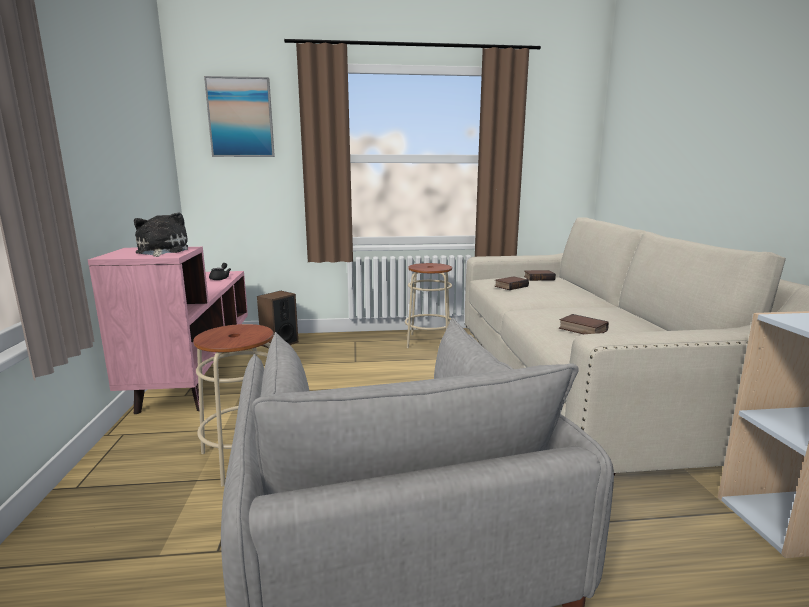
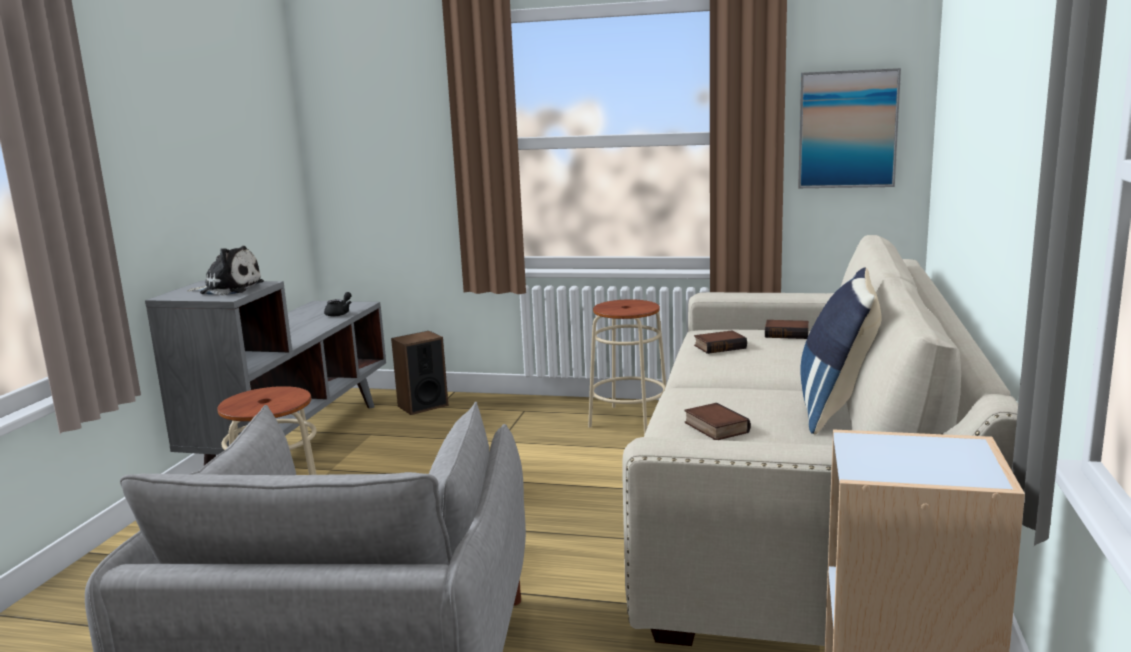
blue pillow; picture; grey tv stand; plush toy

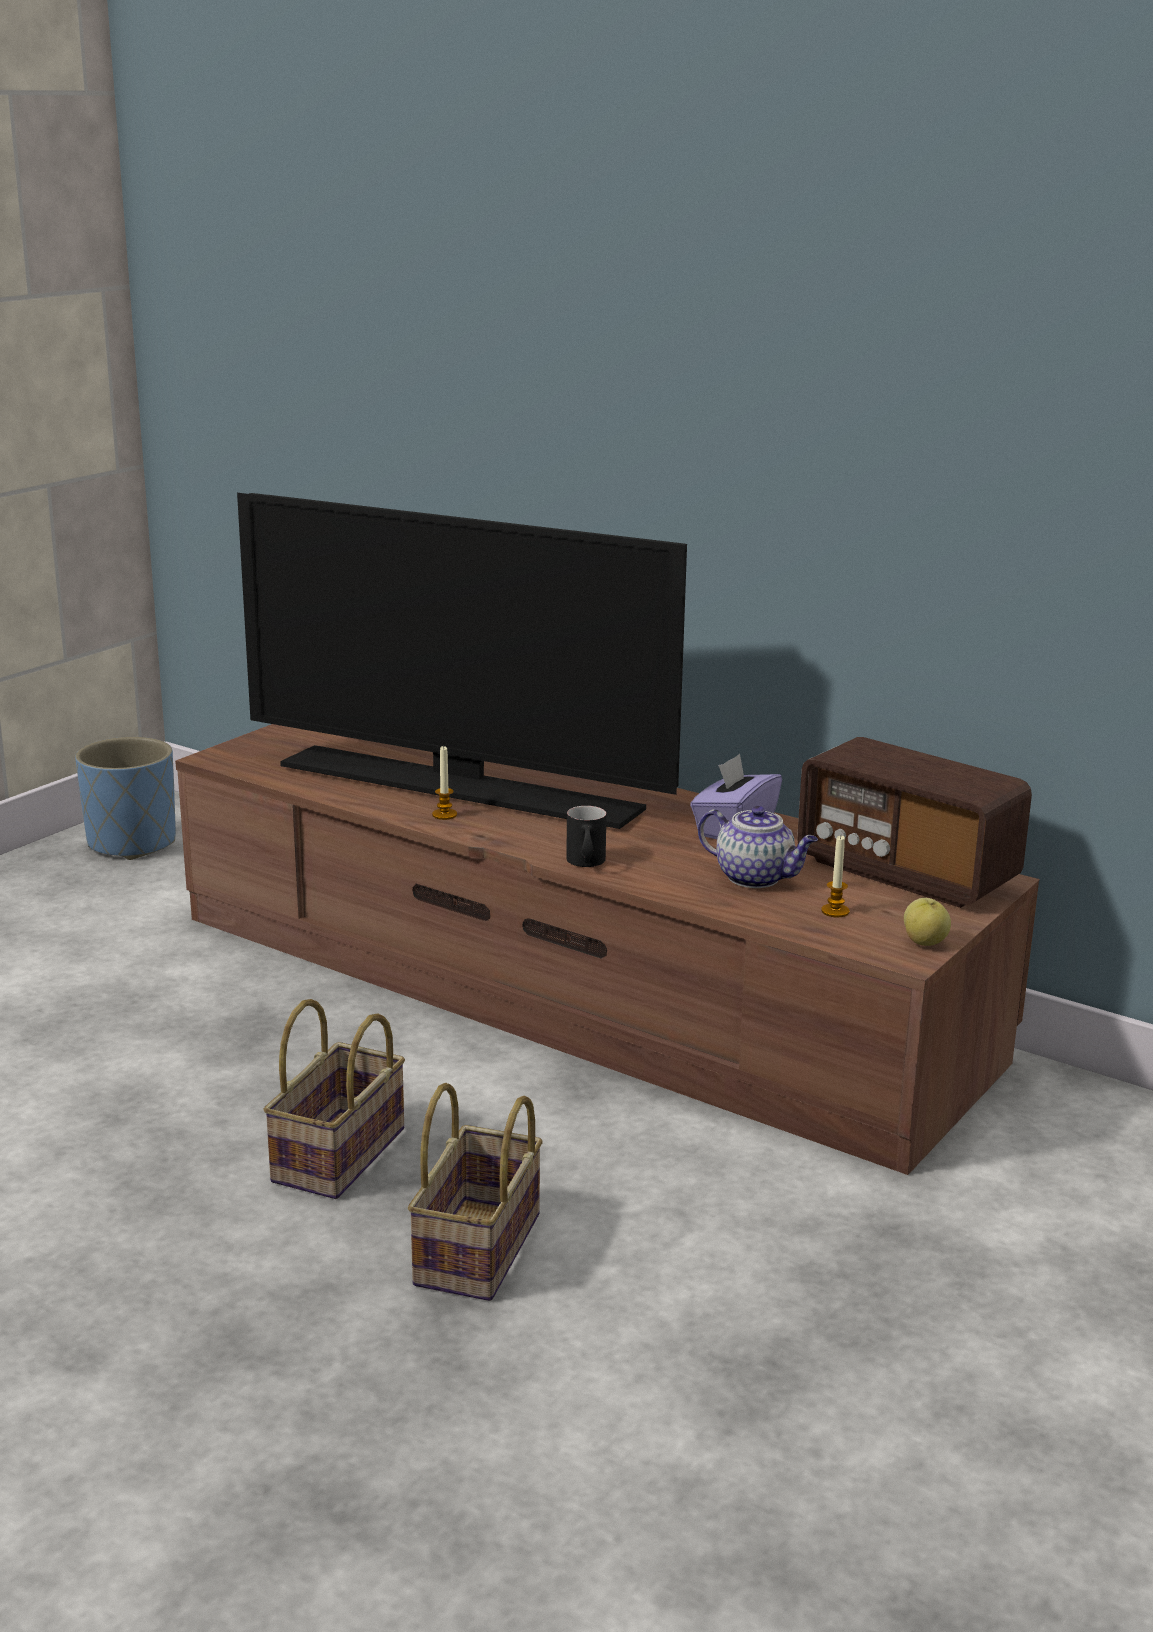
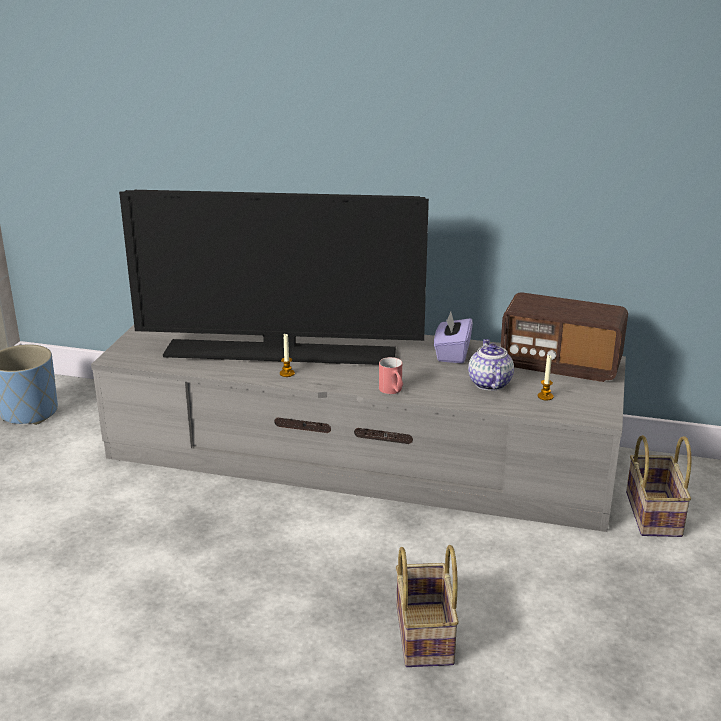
apple; basket (no. 2 from left); grey tv stand; red mug; teapot

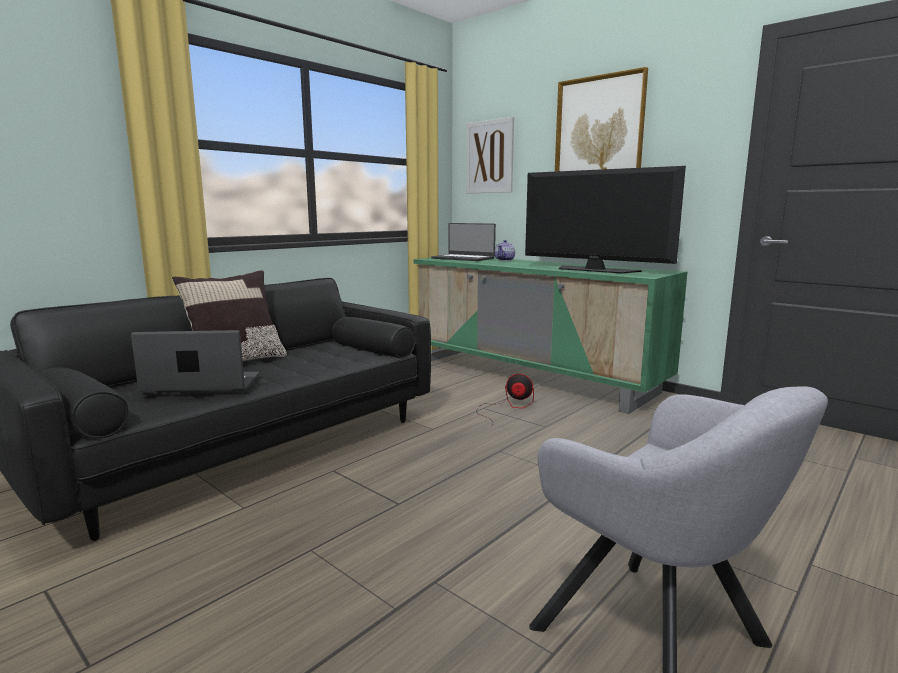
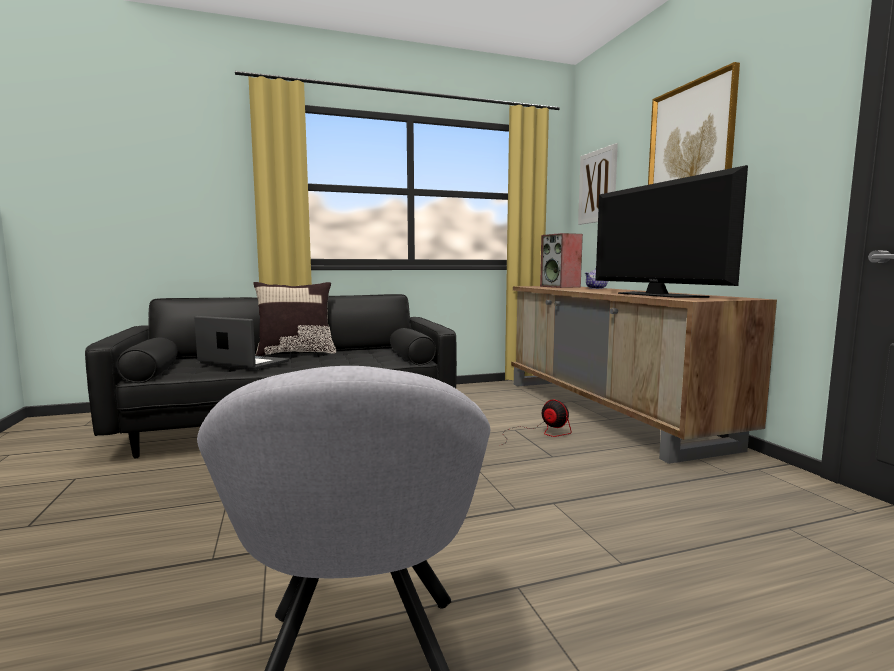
speaker; brown tv stand

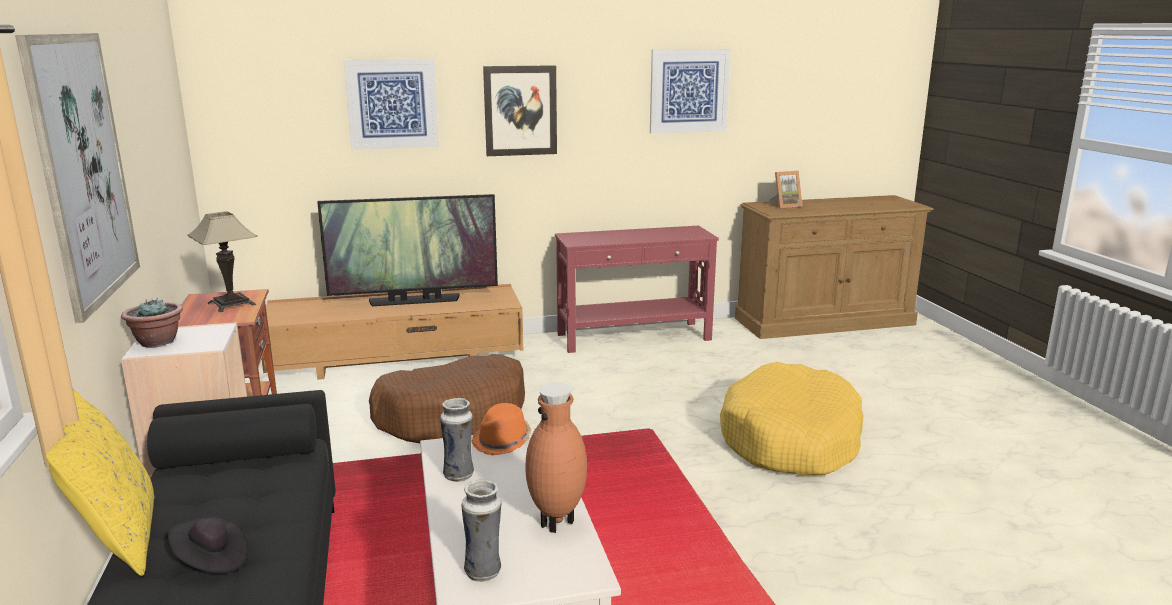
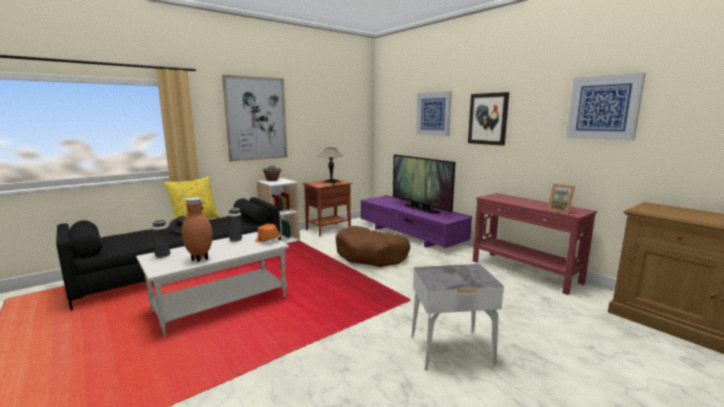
picture frame; side table; purple tv stand

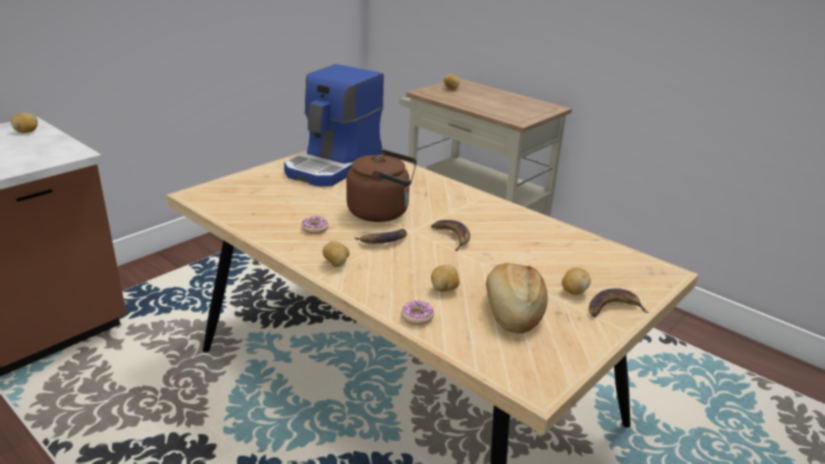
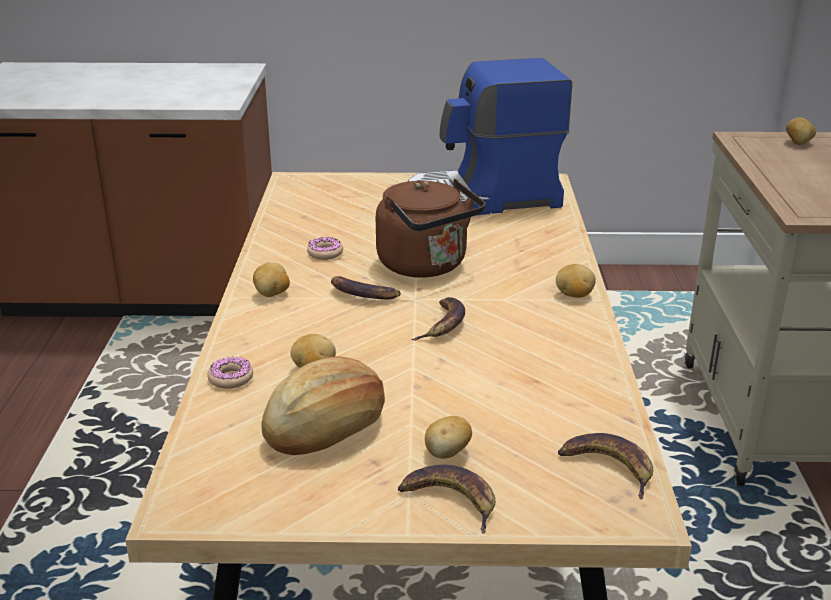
banana (no. 4 from left); potato (no. 4 from left)

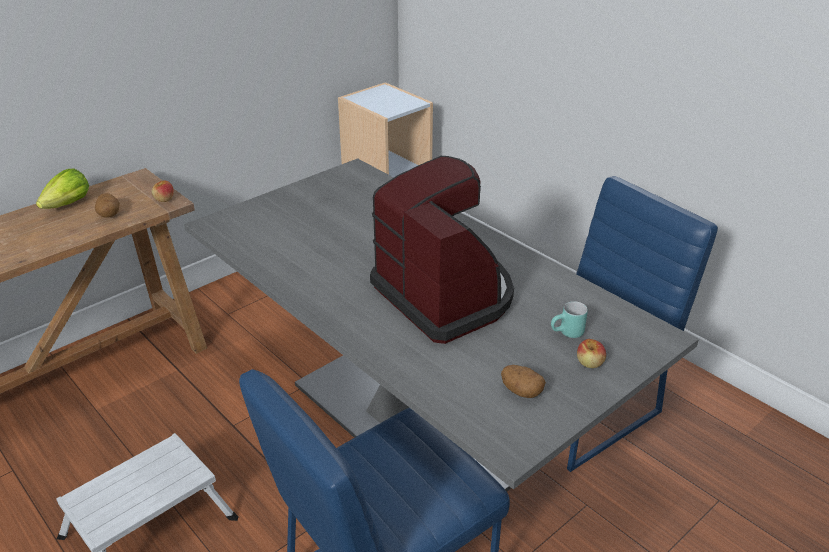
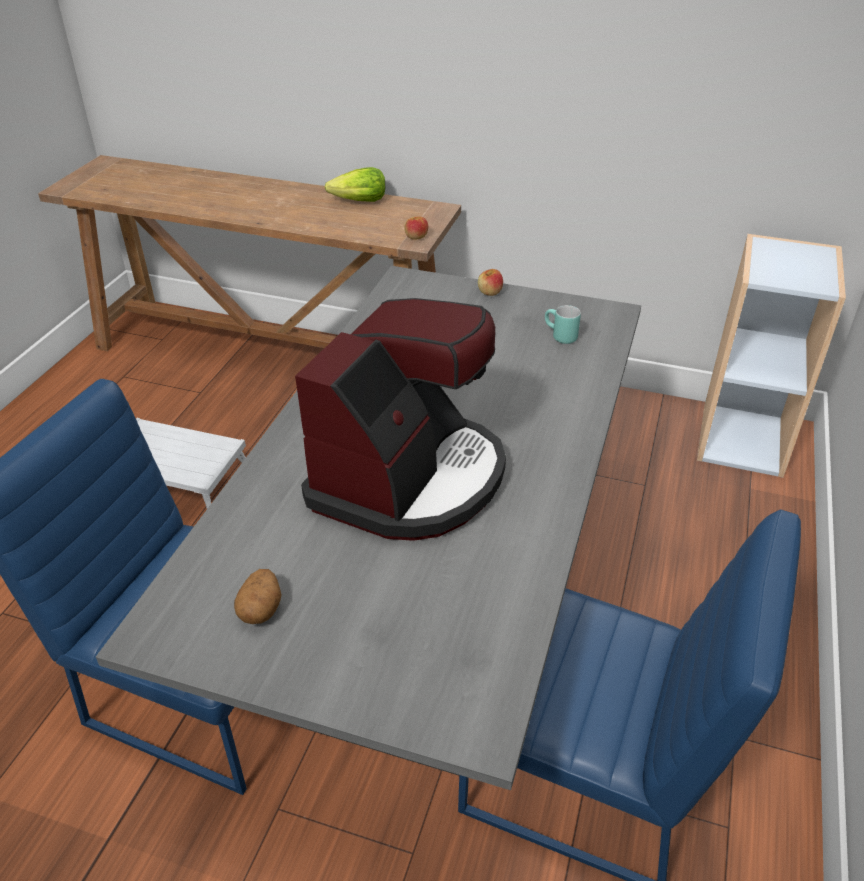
potato (no. 1 from left in the first image); turquoise mug; apple (no. 2 from left)

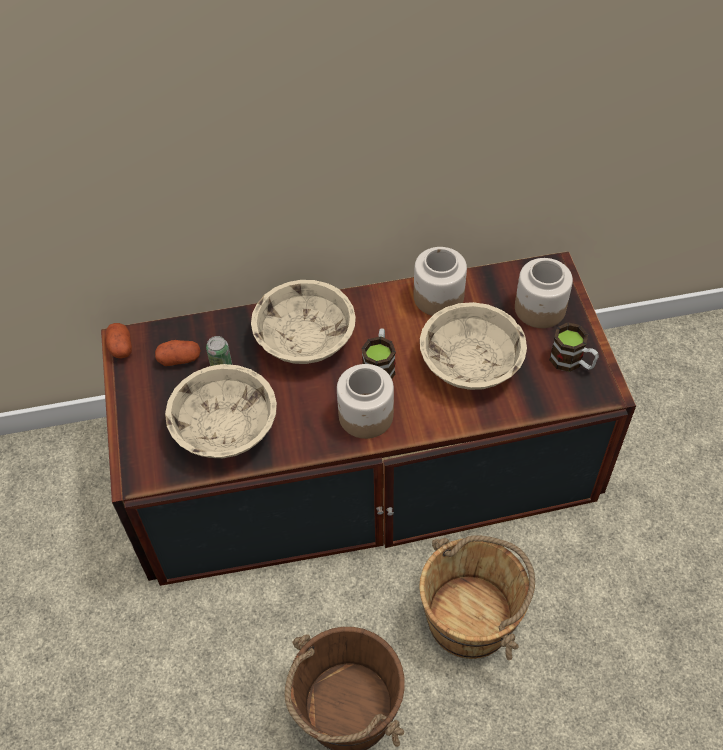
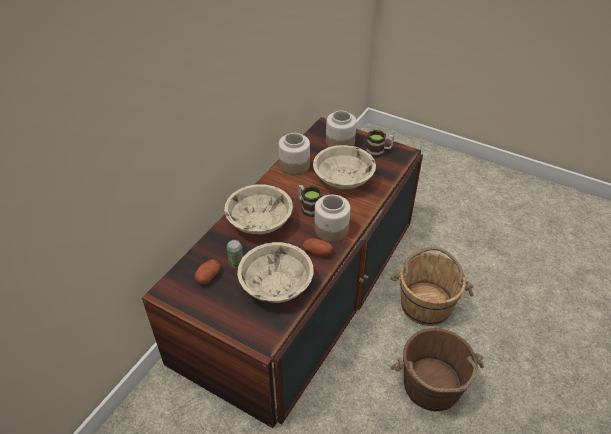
potato (no. 2 from left)

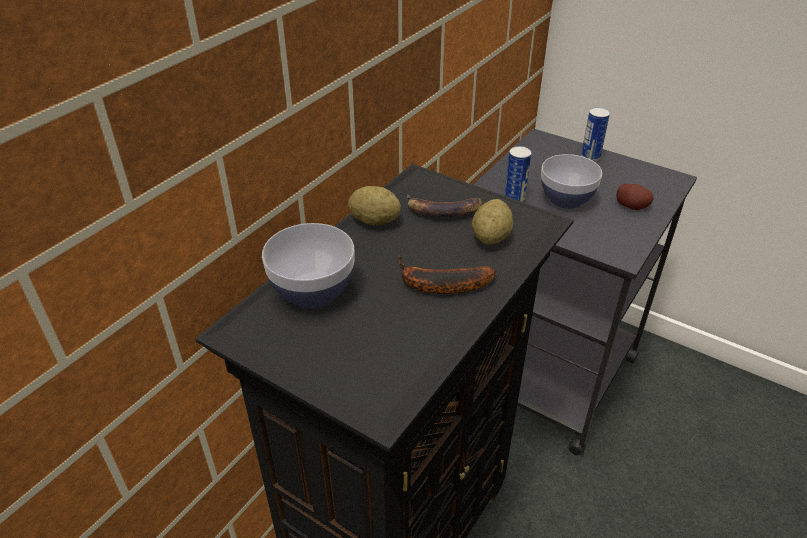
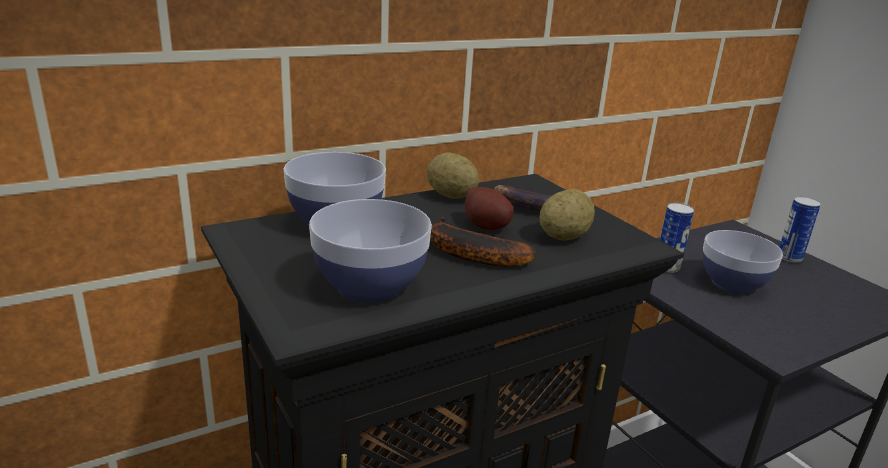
bowl (no. 2 from left); potato (no. 2 from left)

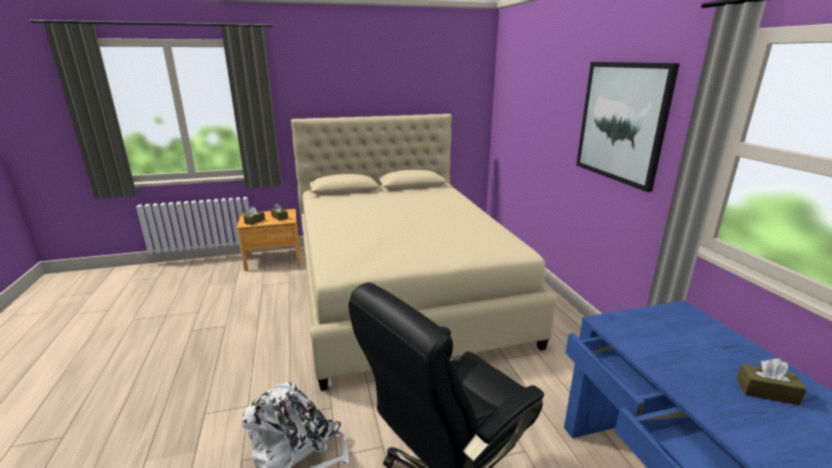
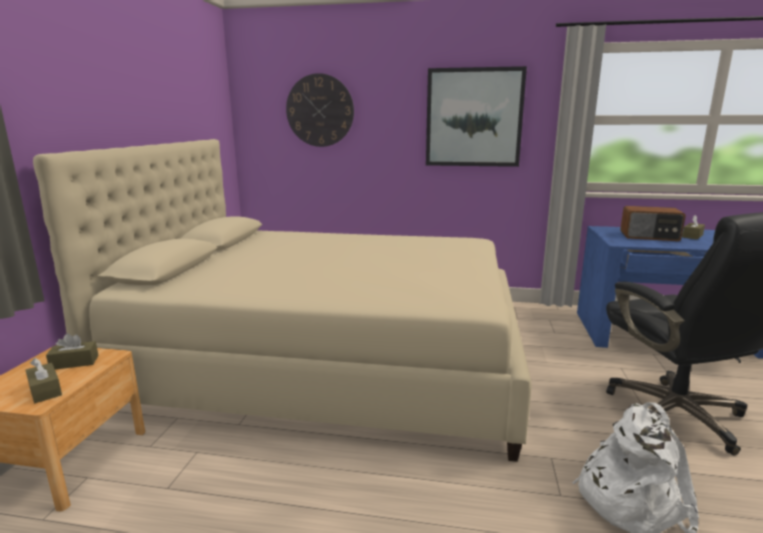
wall clock; radio

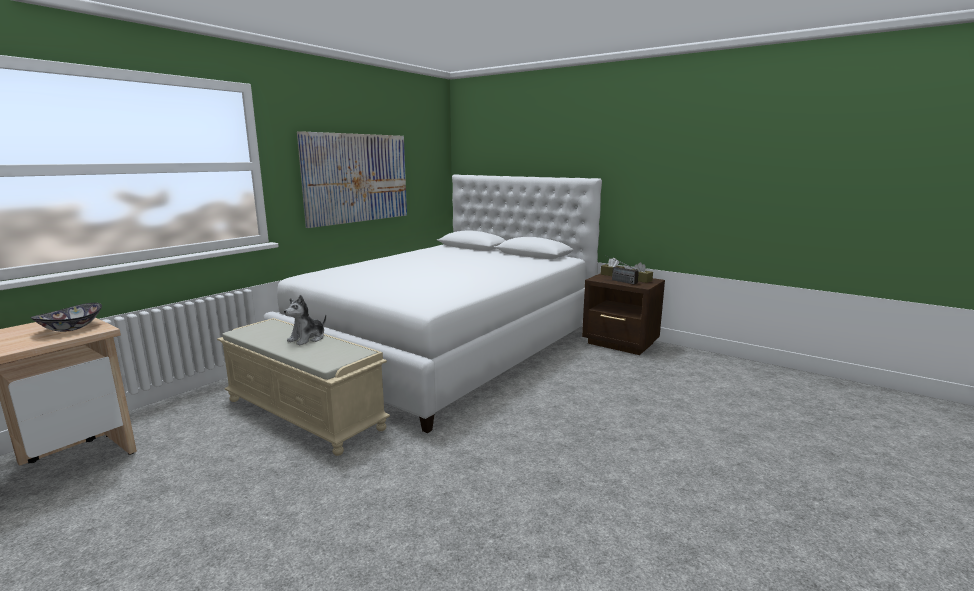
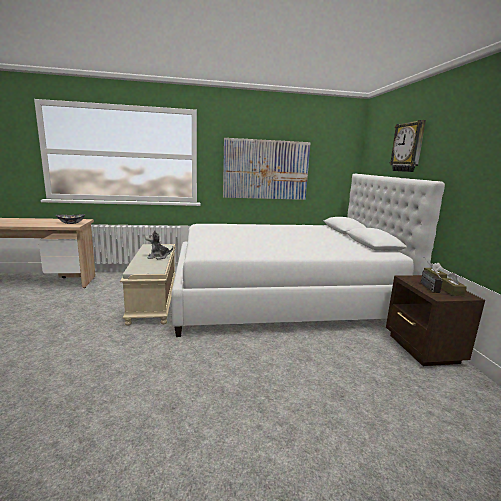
wall clock

